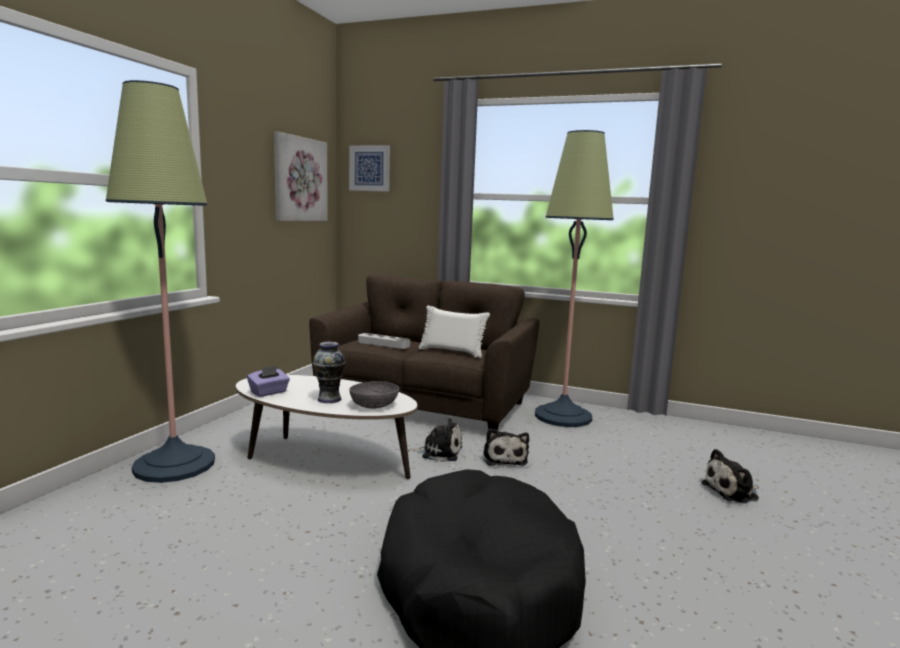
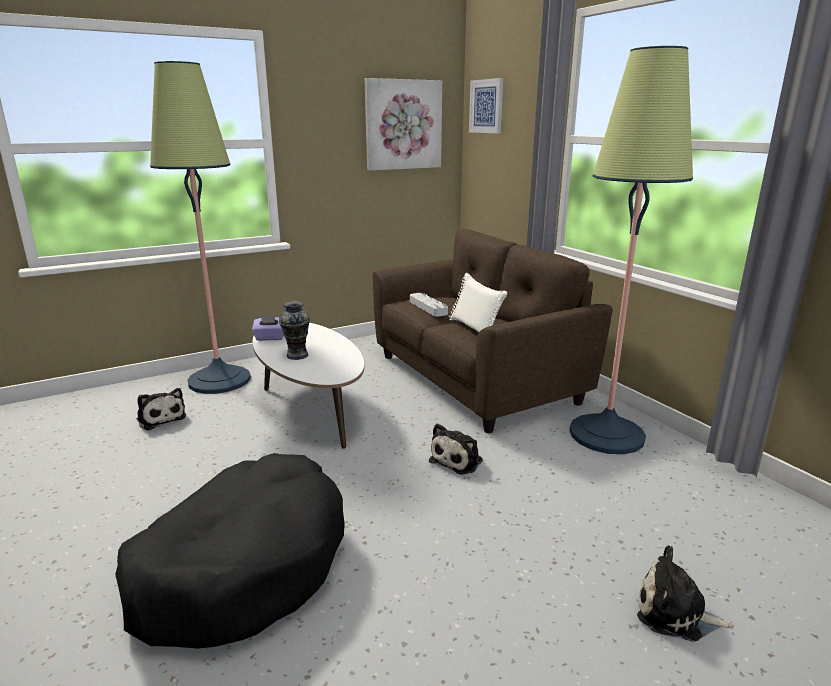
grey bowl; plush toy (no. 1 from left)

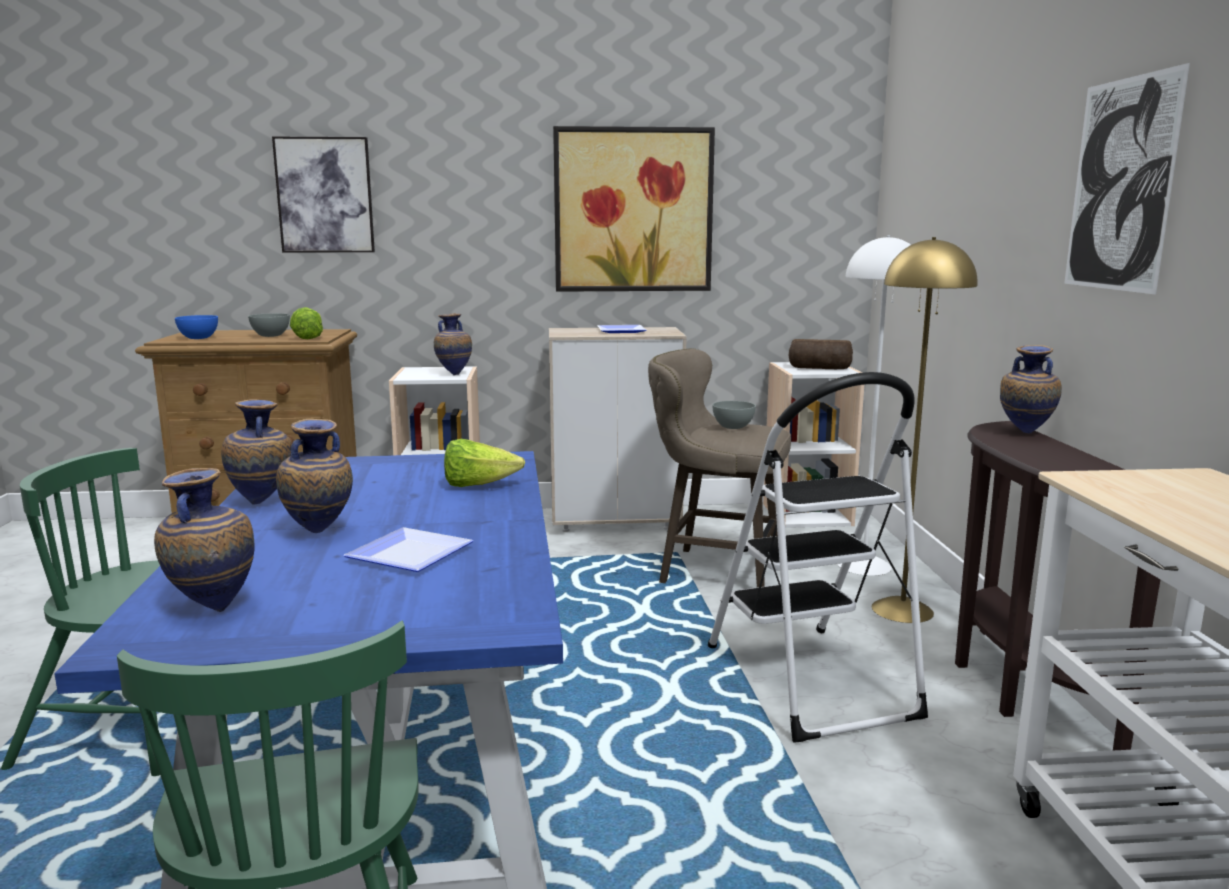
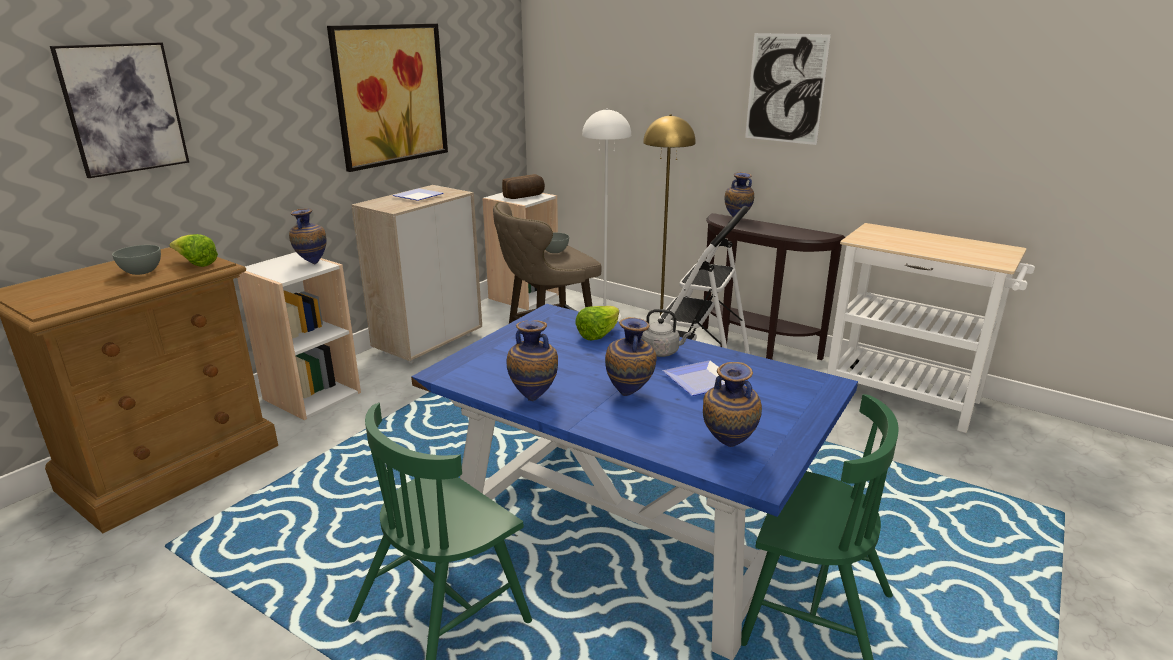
blue bowl; grey kettle

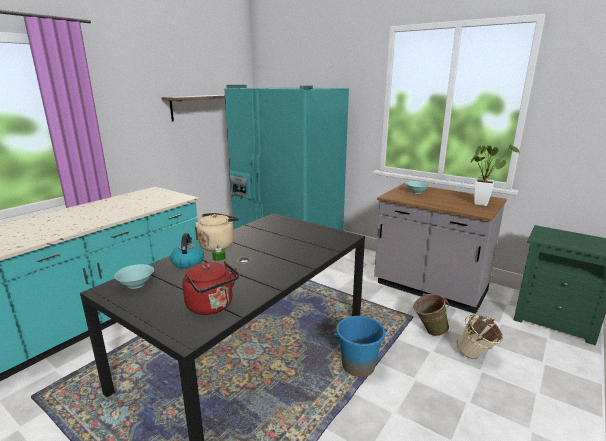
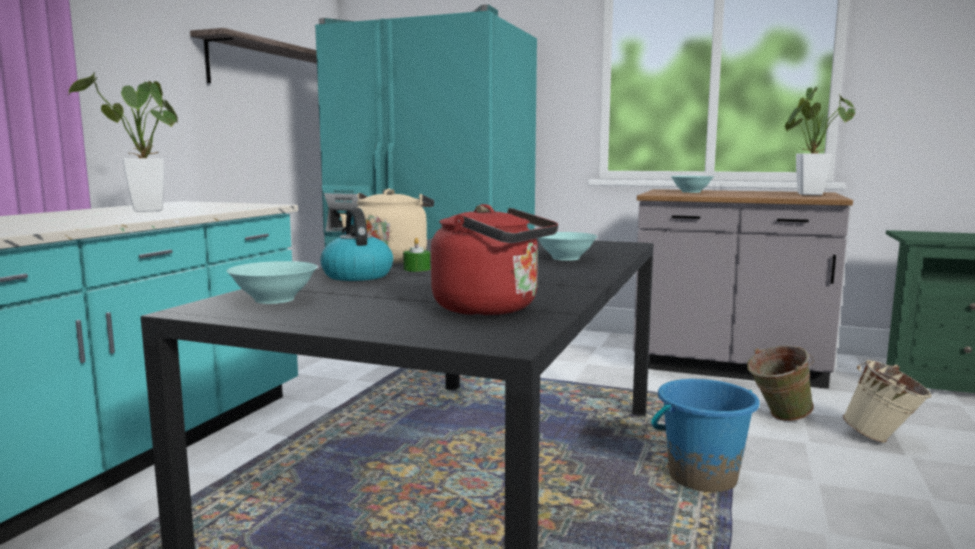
potted plant (no. 1 from left); turquoise bowl (no. 2 from left)

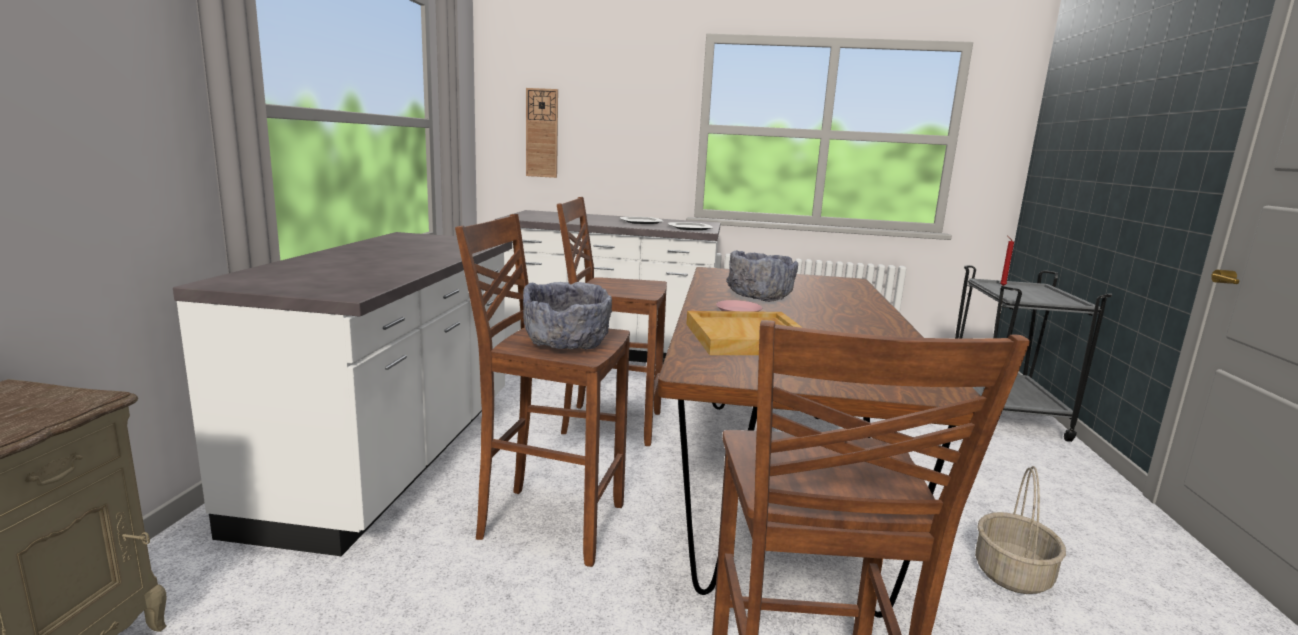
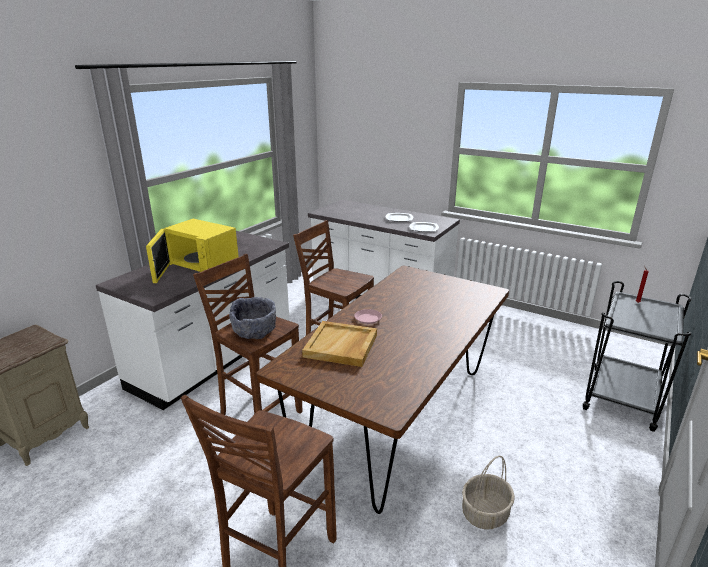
wall clock; grey bowl (no. 2 from left in the first image); yellow microwave

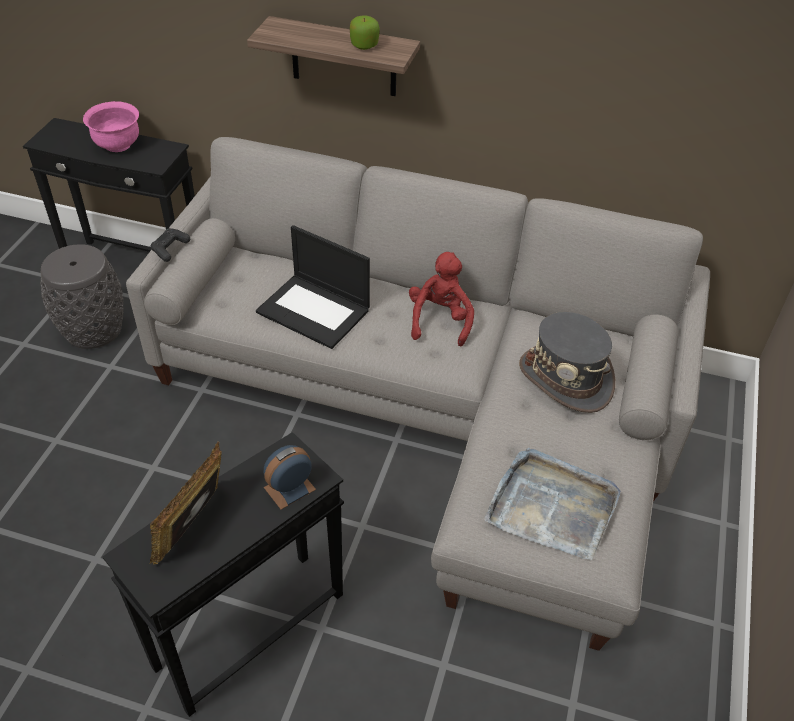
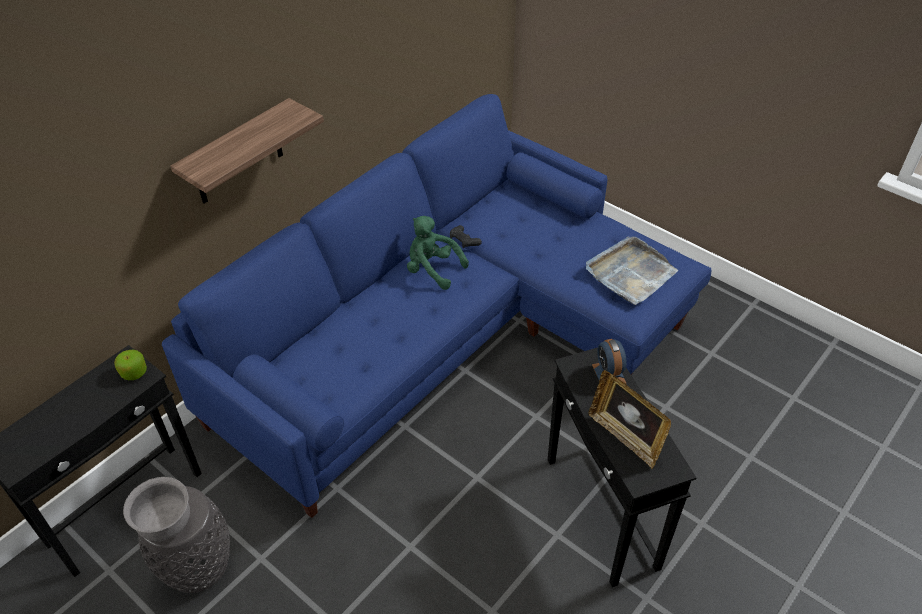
pink bowl; laptop; grey hat; grey bowl; black game controller; apple; blue sofa; green plush toy

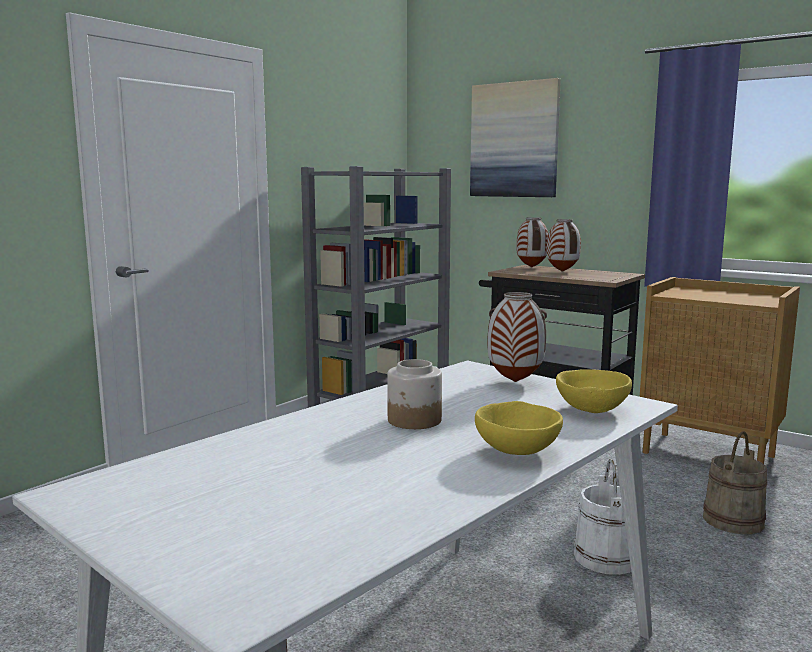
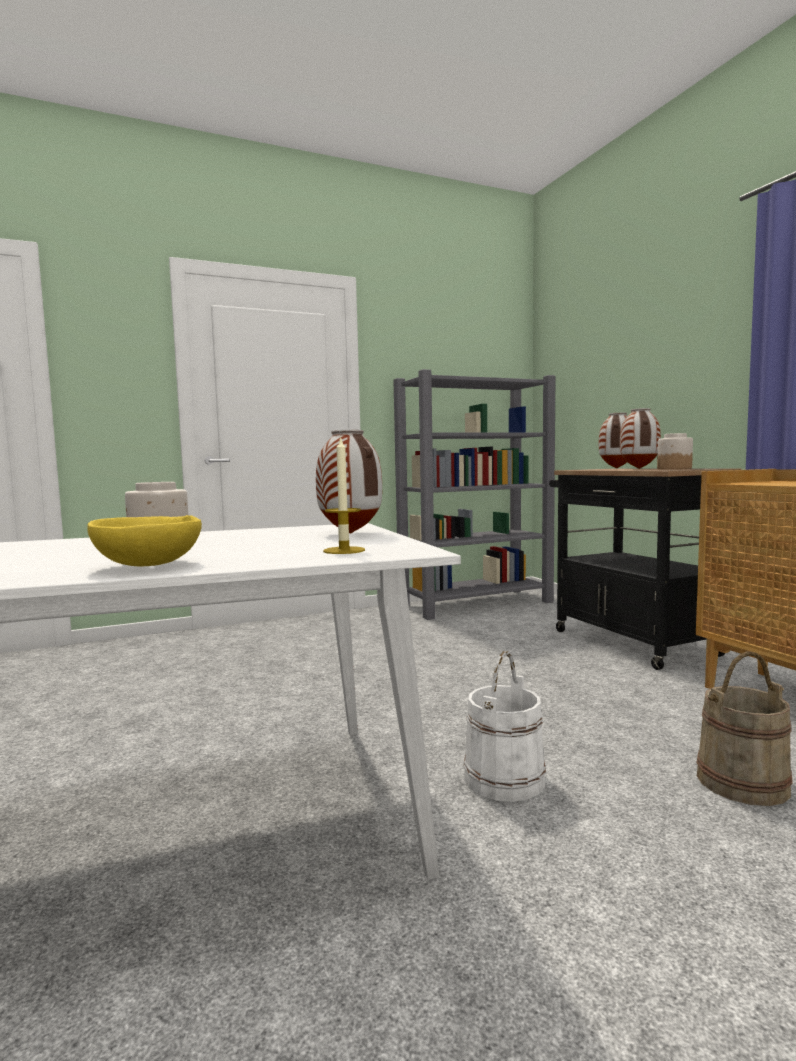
picture; jar (no. 2 from left); candle

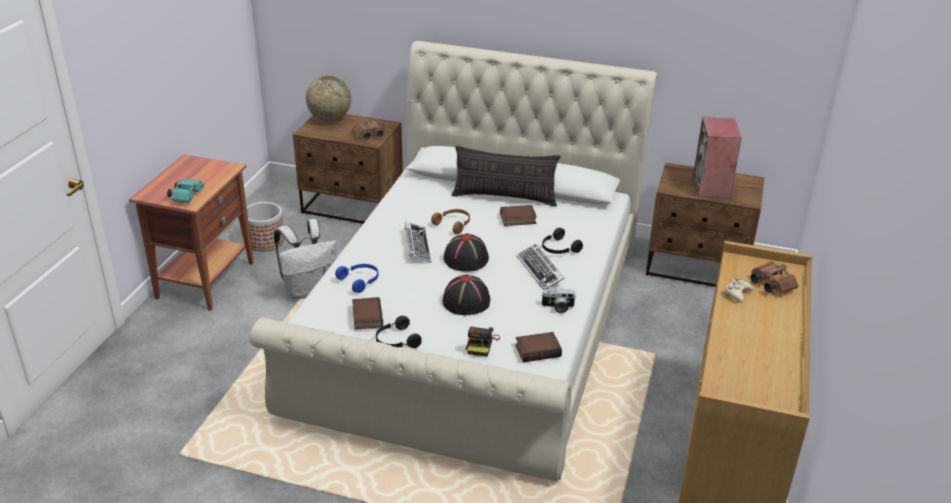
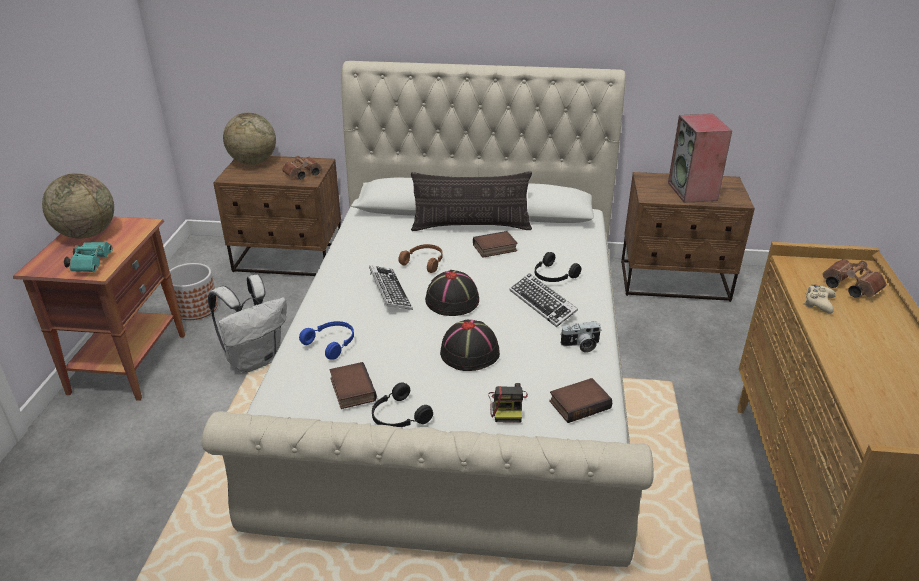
globe (no. 1 from left)

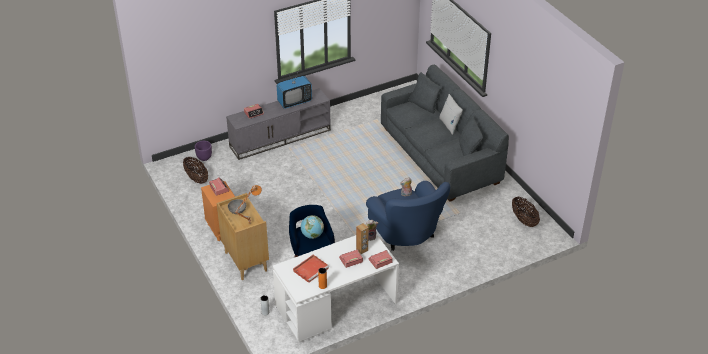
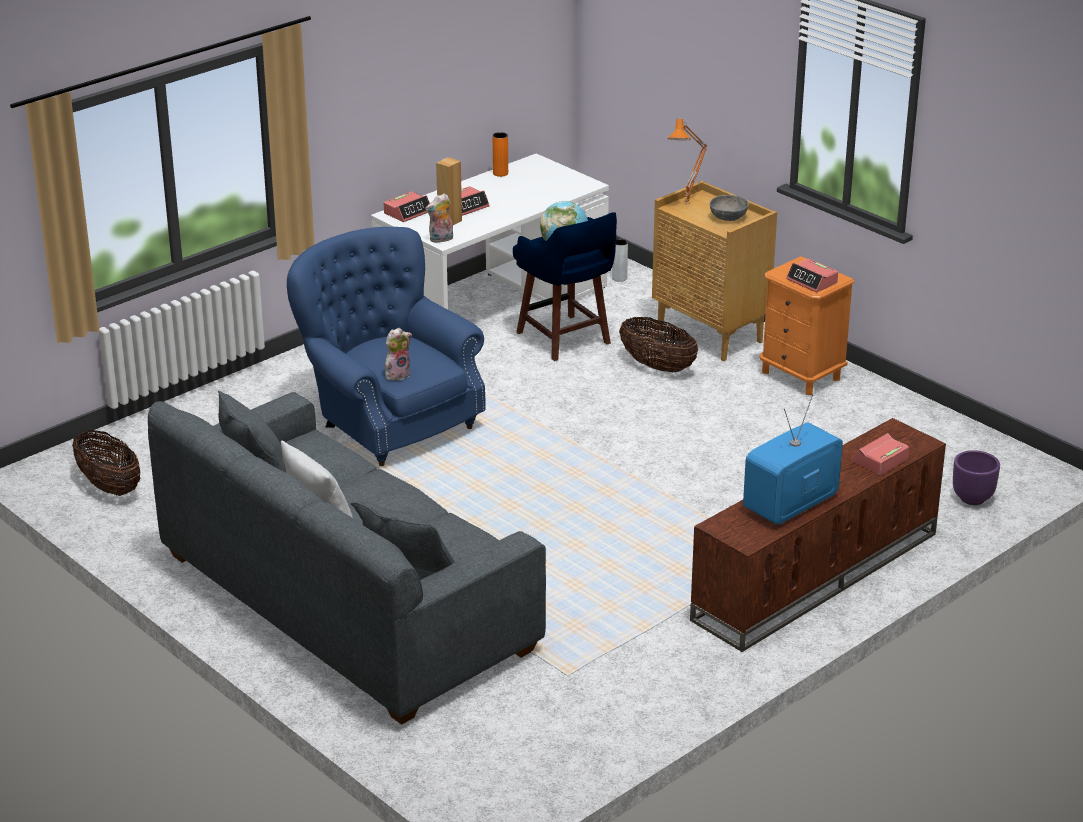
red tray; basket (no. 2 from left); brown tv stand

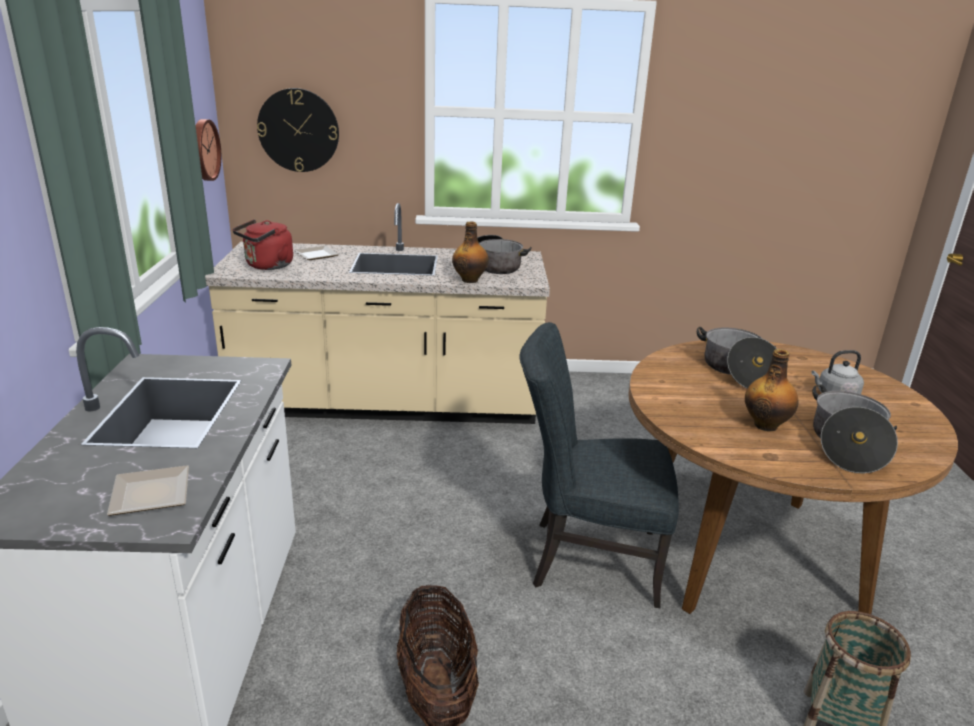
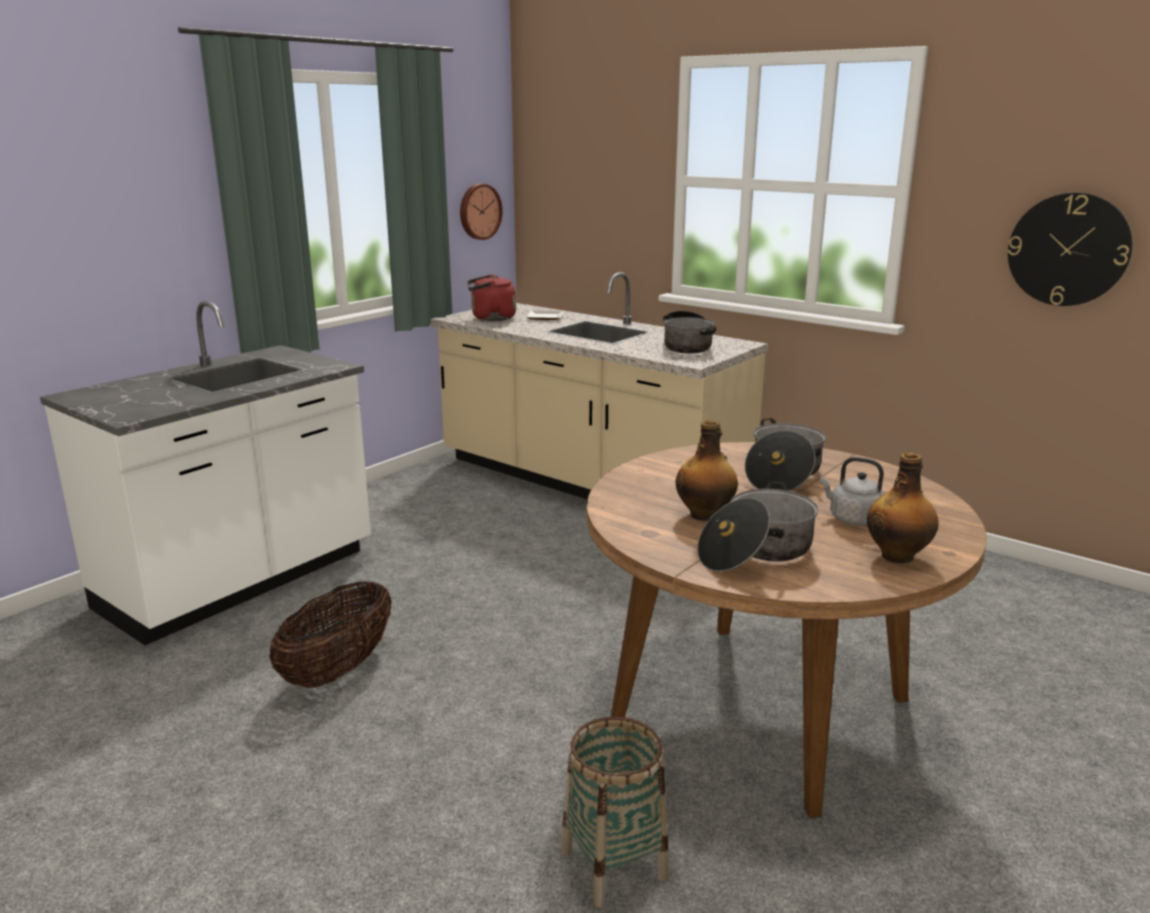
plate (no. 1 from left in the first image); grey chair; wall clock (no. 2 from left); bottle (no. 2 from left)

